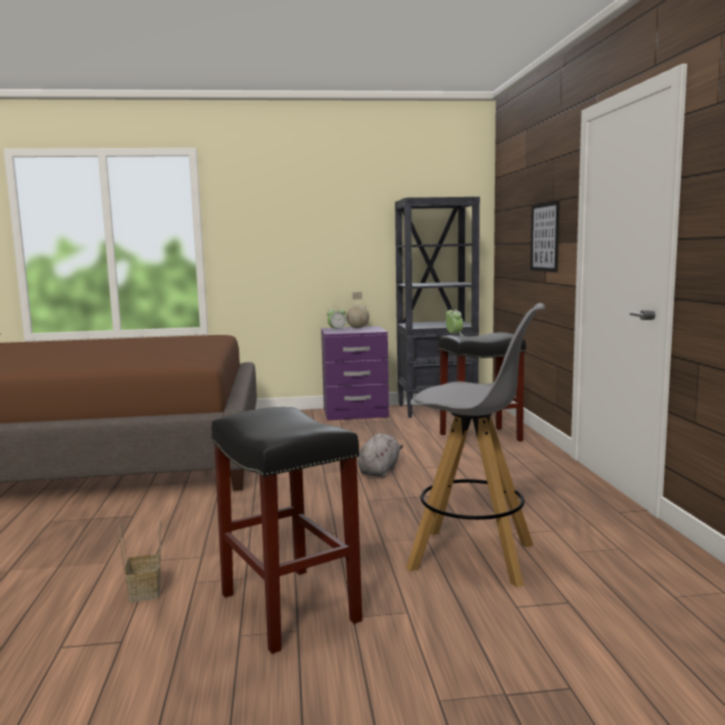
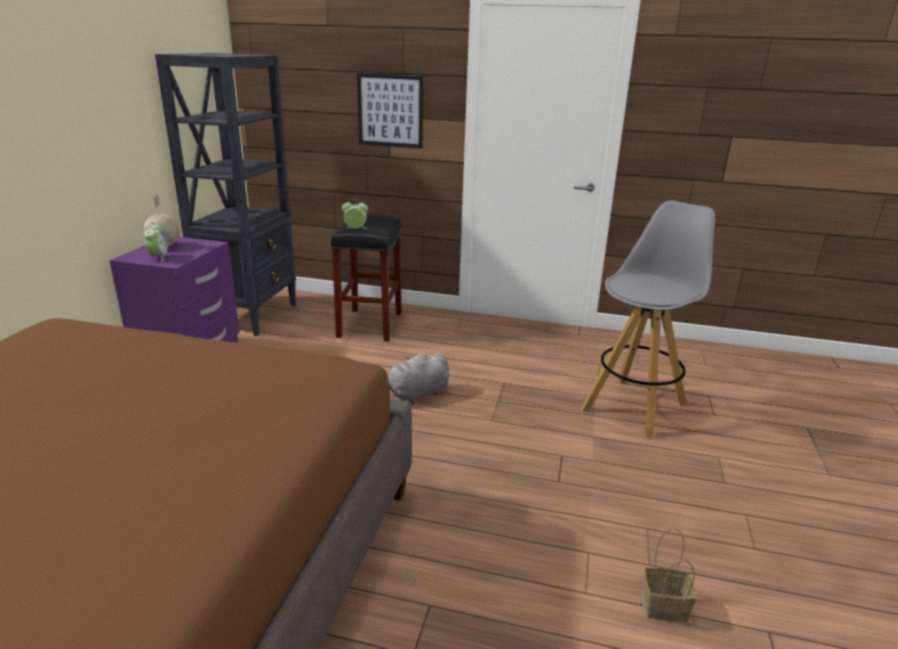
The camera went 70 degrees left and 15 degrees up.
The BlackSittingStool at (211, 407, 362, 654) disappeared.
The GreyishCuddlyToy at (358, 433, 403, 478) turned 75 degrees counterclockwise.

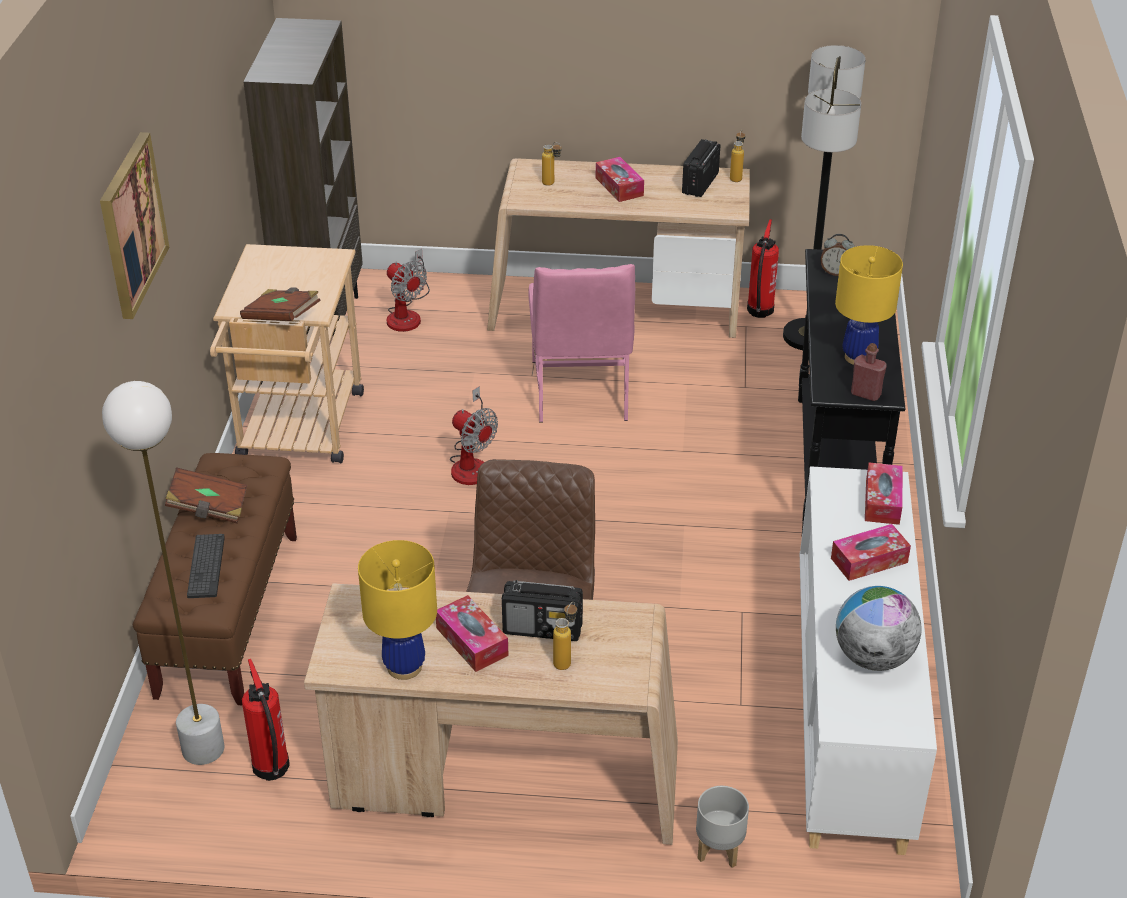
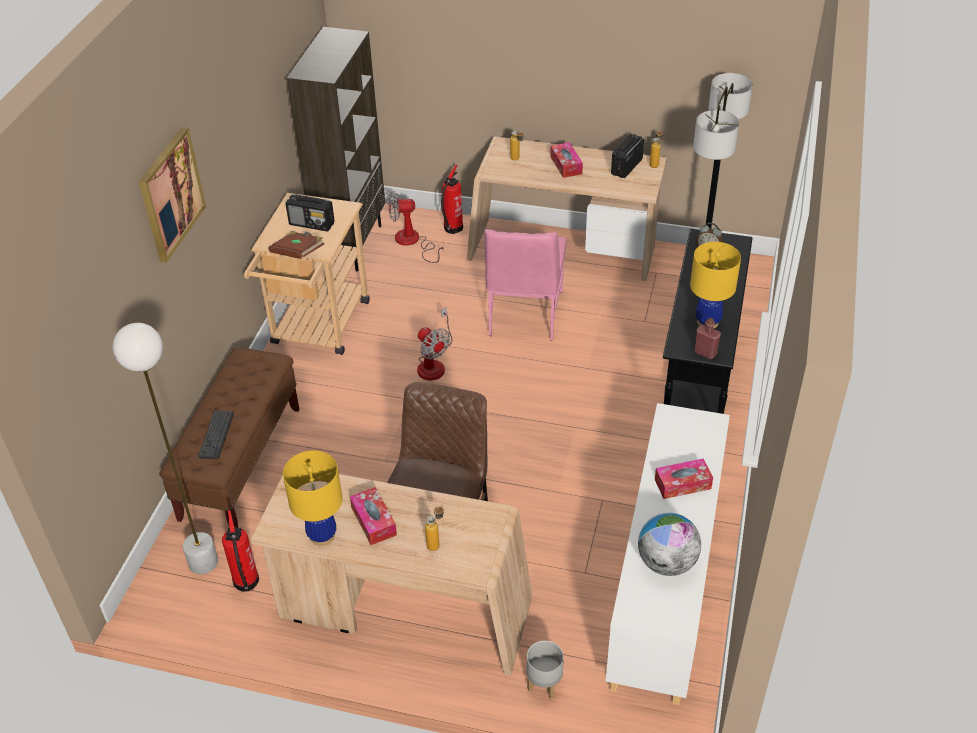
The camera went 10 degrees right and 5 degrees up.
The BrownishBook at (165, 467, 247, 523) disappeared.
The TissueBox at (865, 462, 903, 525) disappeared.
The Radio moved from (502, 580, 583, 641) to (286, 194, 335, 232).
The FireExtinguisher moved from (747, 219, 779, 318) to (441, 165, 463, 234).
The ElectricFan at (387, 249, 430, 332) turned 120 degrees clockwise.

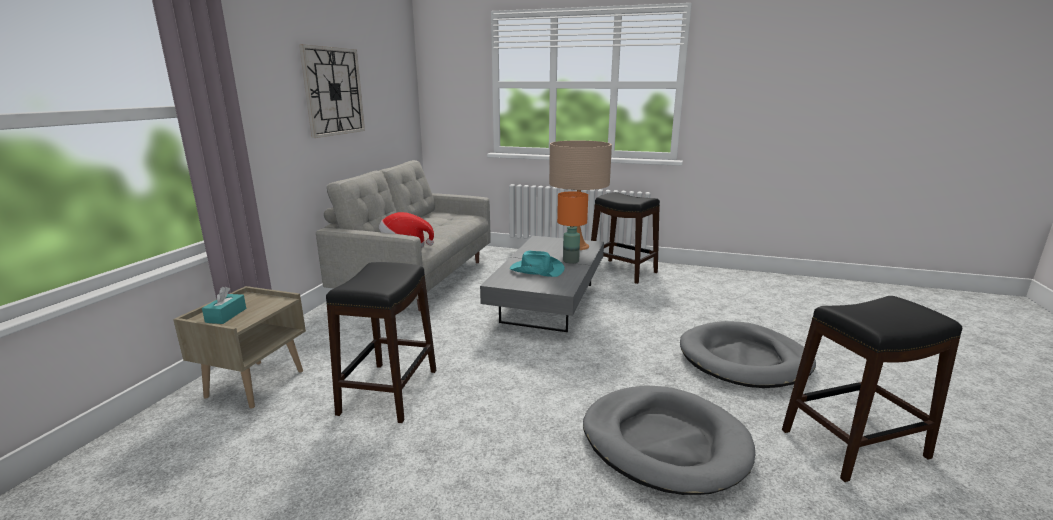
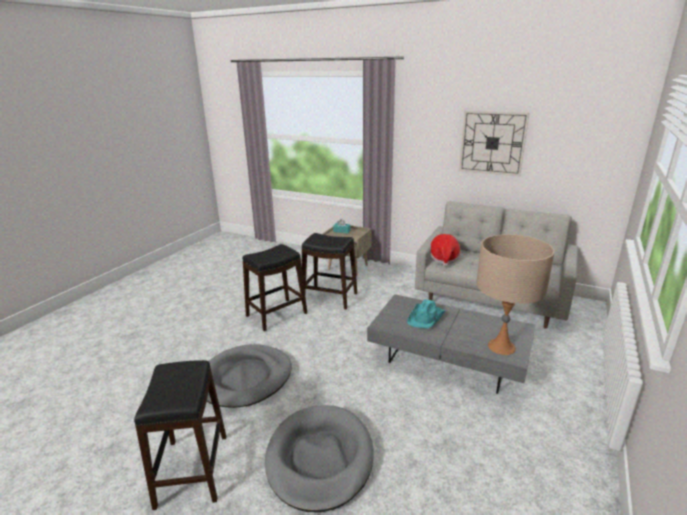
The camera went 100 degrees right and 5 degrees up.
The OrangeyTableLamp at (557, 191, 588, 264) disappeared.
The BlackSittingStool moved from (591, 192, 660, 284) to (242, 244, 307, 331).

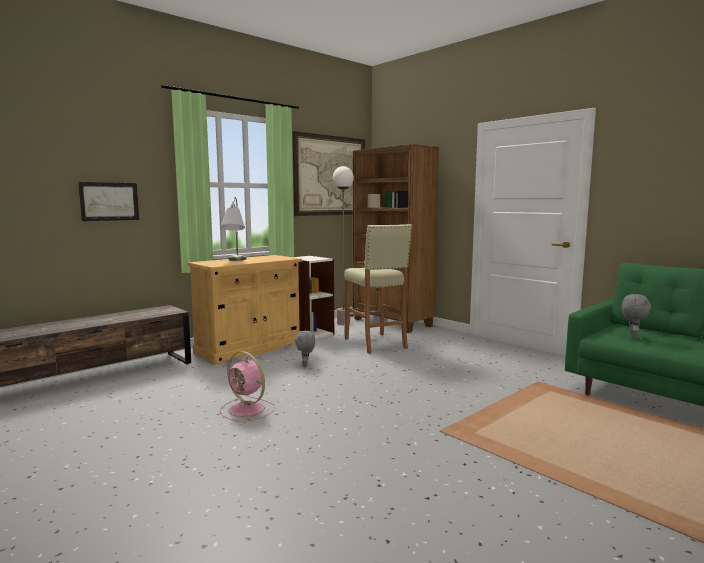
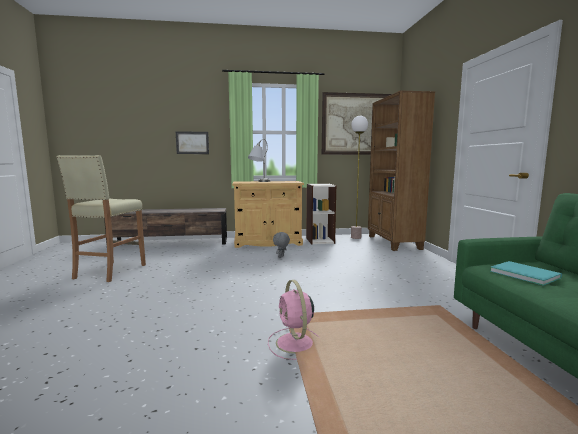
The camera went 35 degrees right and 0 degrees up.
The PinkColouredElectricFan moved from (220, 351, 276, 421) to (268, 280, 320, 360).
The BeigeColouredSittingStool moved from (344, 224, 412, 354) to (57, 155, 146, 282).
The GreyishCuddlyToy at (622, 294, 652, 339) was replaced by the BlueGreenBook at (491, 261, 562, 286).

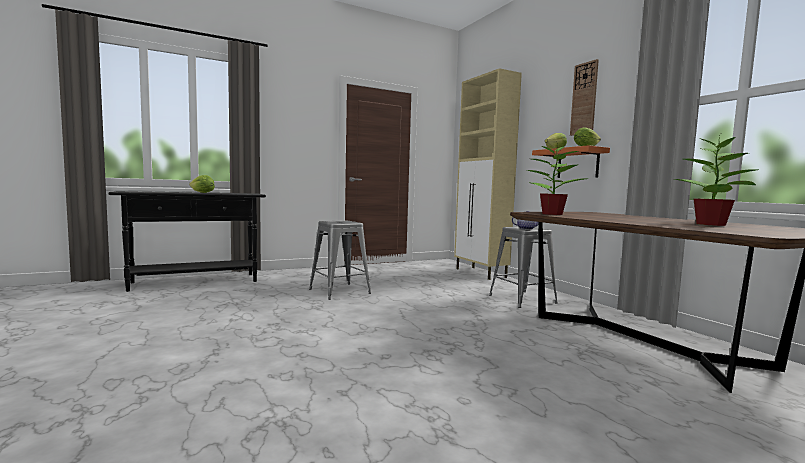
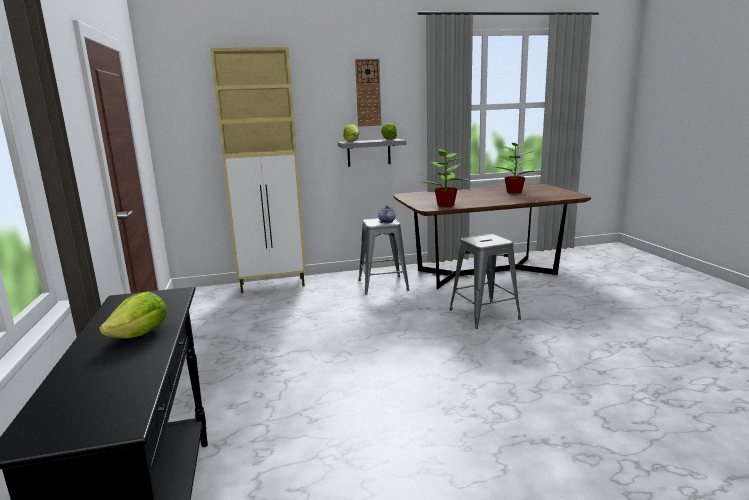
The camera went 75 degrees left and 10 degrees up.
The GreyishSittingStool moved from (309, 221, 371, 300) to (449, 234, 521, 329).
The OrangeyBracketShelf at (532, 145, 610, 178) became the GreyishBracketShelf at (338, 139, 406, 167).

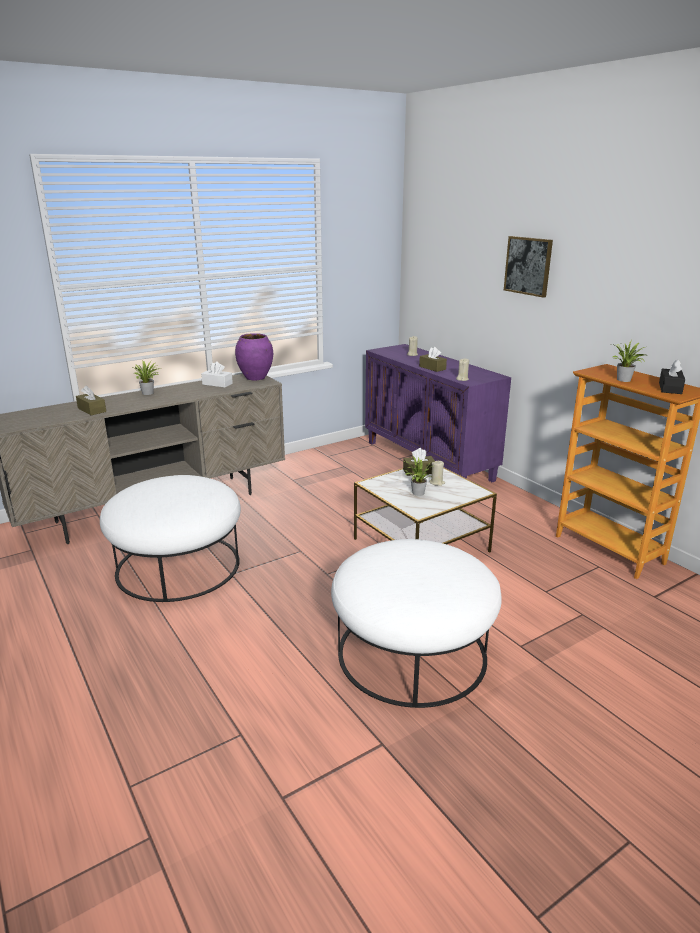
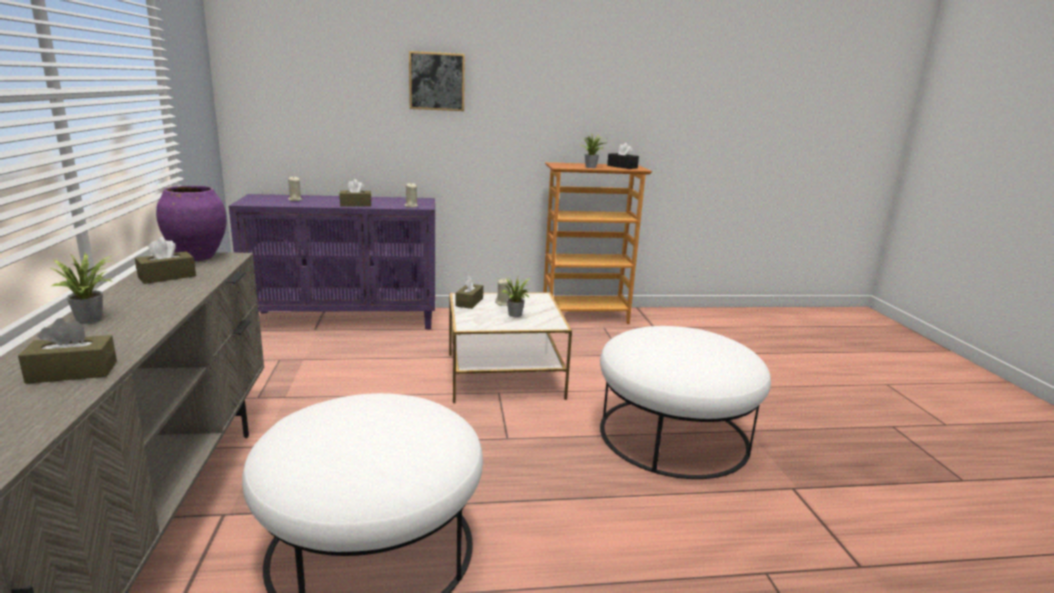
The camera went 65 degrees left and 5 degrees down.
The WhitishTissueBox at (201, 361, 233, 388) became the BrownishTissueBox at (135, 237, 196, 284).

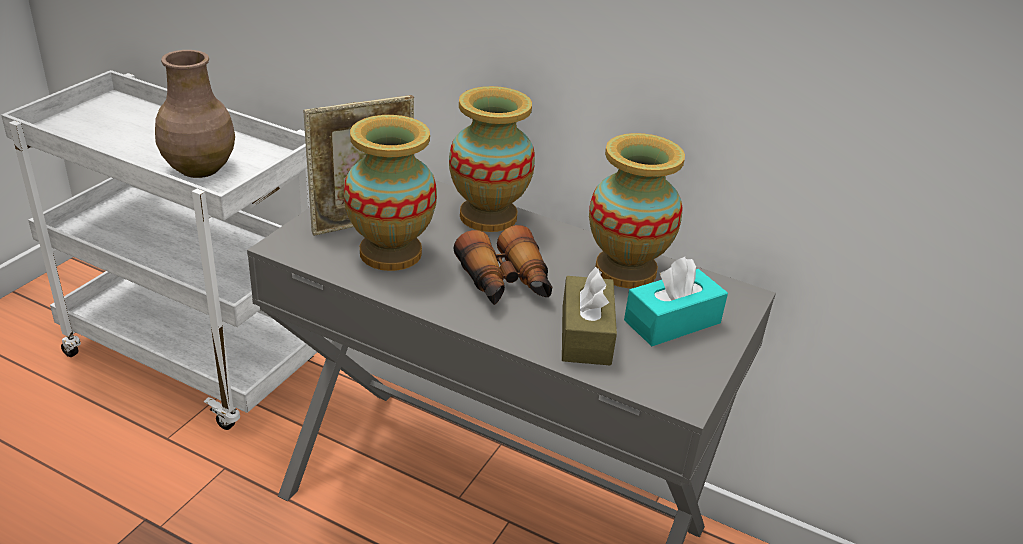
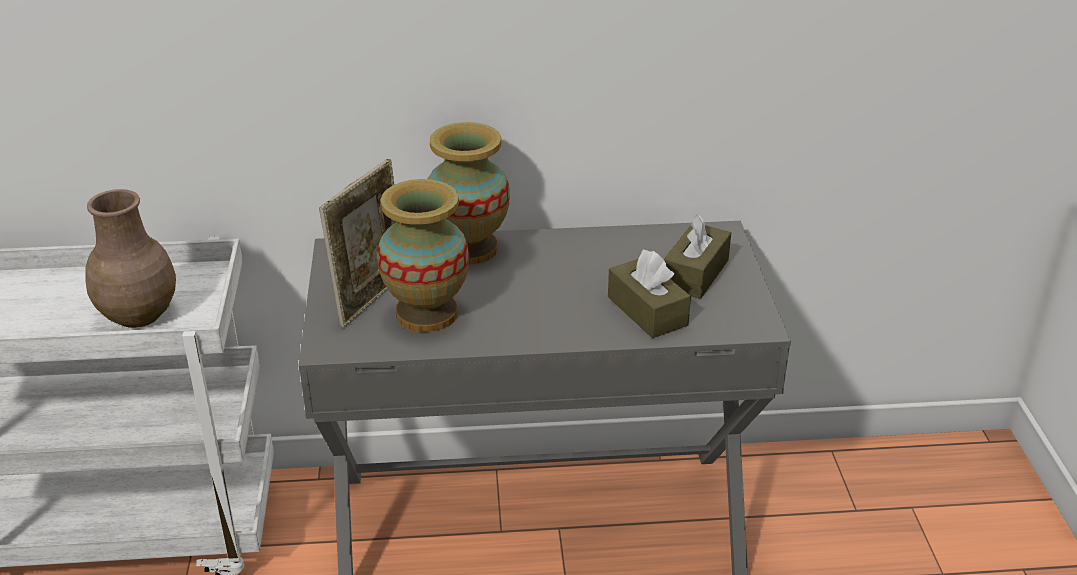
The camera went 30 degrees left and 0 degrees up.
The Binoculars at (454, 225, 552, 305) disappeared.
The DecorativeVase at (589, 133, 685, 288) disappeared.
The BlueGreenTissueBox at (624, 257, 728, 346) became the BrownishTissueBox at (664, 214, 731, 299).

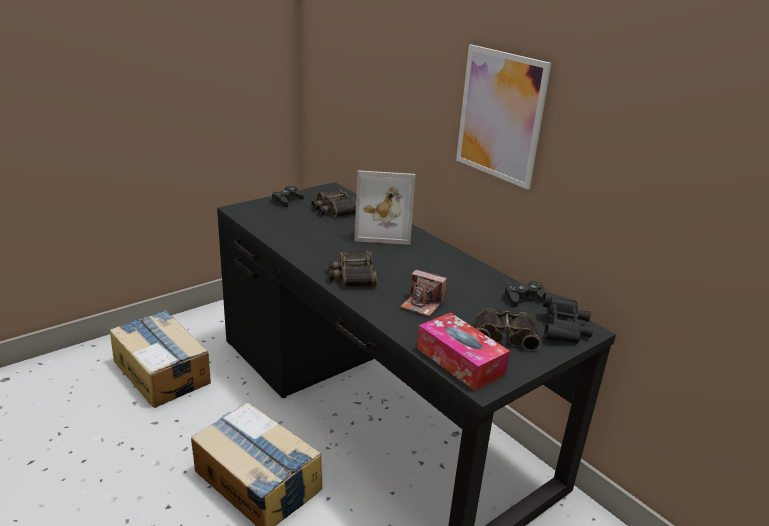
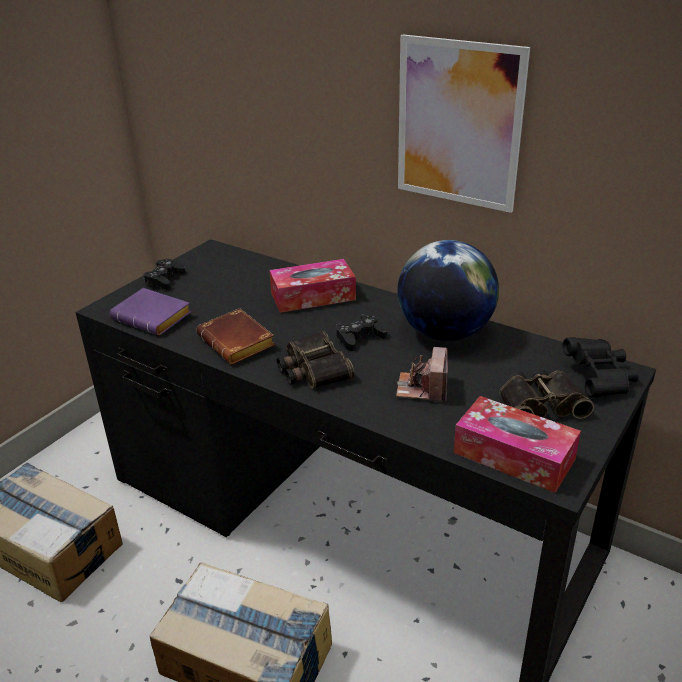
The camera went 15 degrees left and 5 degrees up.
The Binoculars at (311, 188, 356, 217) disappeared.
The PurpleBook at (110, 288, 191, 335) appeared.
The BrownishBook at (196, 308, 275, 365) appeared.
The Globe at (397, 240, 499, 341) appeared.
The BlackGameController moved from (505, 281, 546, 307) to (336, 313, 387, 351).
The StandingFrame at (354, 170, 416, 245) was replaced by the TissueBox at (270, 259, 356, 313).
The StillCamera at (400, 270, 448, 316) turned 90 degrees clockwise.

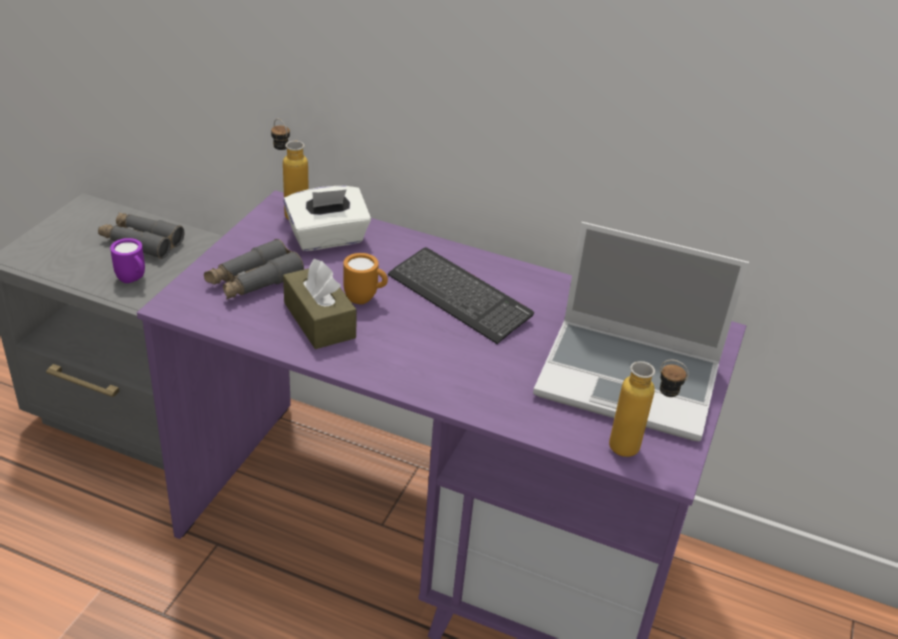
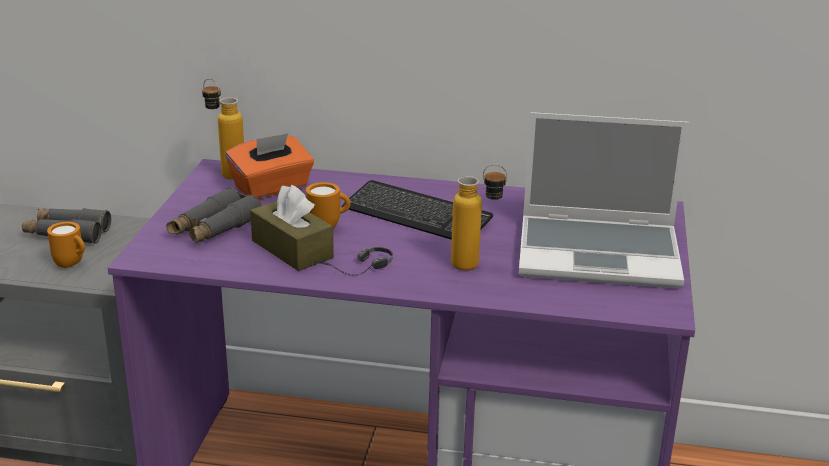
The camera went 10 degrees left and 10 degrees down.
The PairOfHeadphones at (313, 247, 393, 276) appeared.
The Bottle moved from (609, 359, 689, 457) to (451, 164, 508, 270).
The PurpleCoffeeMug at (110, 238, 145, 283) became the OrangeyCoffeeMug at (47, 222, 85, 268).
The WhitishTissueBox at (284, 186, 371, 251) became the OrangeyTissueBox at (226, 133, 314, 199).

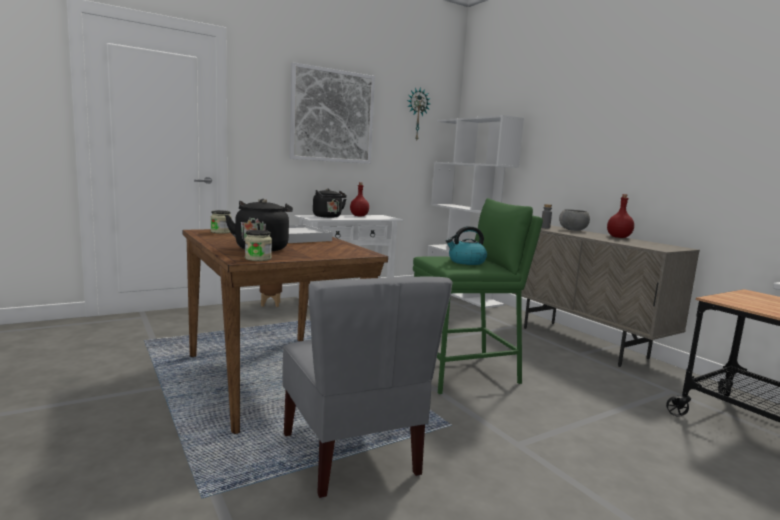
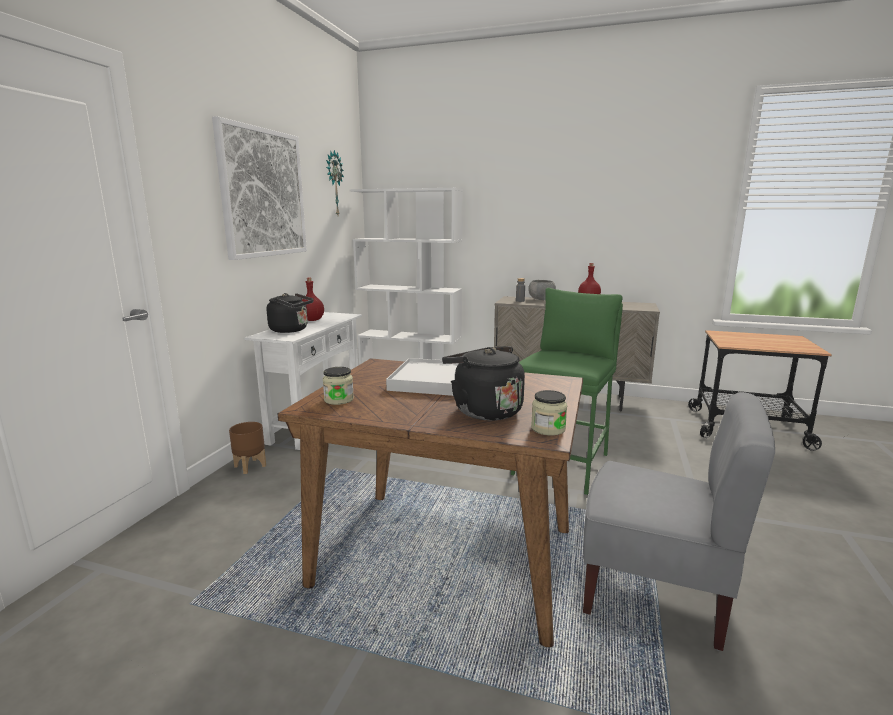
The camera went 40 degrees left and 5 degrees up.
The Kettle at (446, 226, 487, 265) disappeared.

